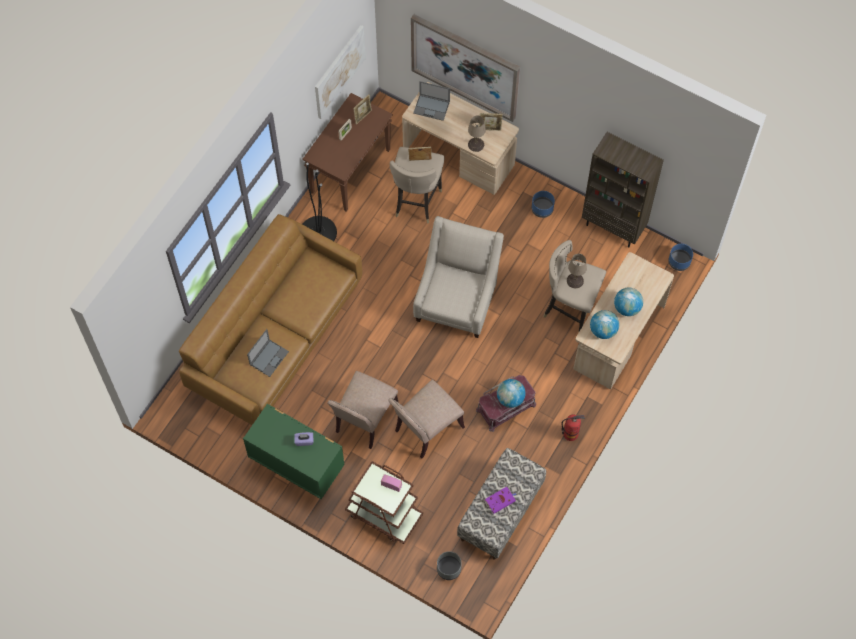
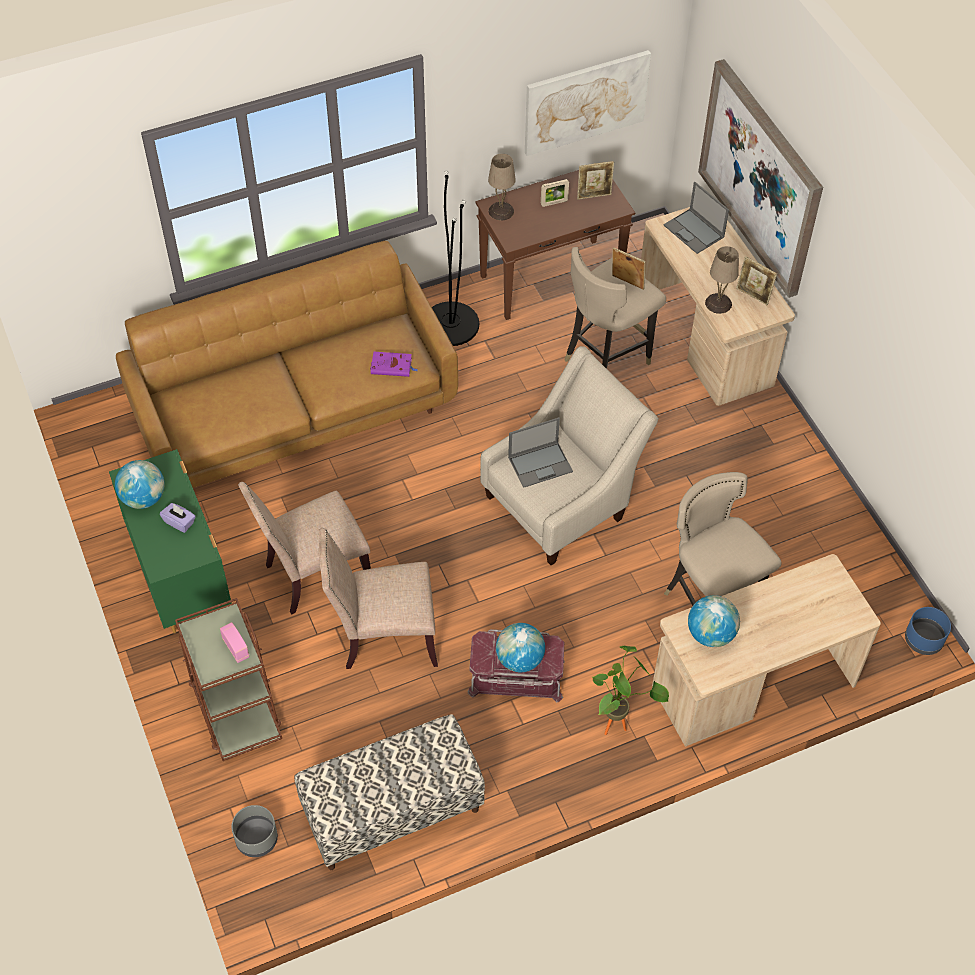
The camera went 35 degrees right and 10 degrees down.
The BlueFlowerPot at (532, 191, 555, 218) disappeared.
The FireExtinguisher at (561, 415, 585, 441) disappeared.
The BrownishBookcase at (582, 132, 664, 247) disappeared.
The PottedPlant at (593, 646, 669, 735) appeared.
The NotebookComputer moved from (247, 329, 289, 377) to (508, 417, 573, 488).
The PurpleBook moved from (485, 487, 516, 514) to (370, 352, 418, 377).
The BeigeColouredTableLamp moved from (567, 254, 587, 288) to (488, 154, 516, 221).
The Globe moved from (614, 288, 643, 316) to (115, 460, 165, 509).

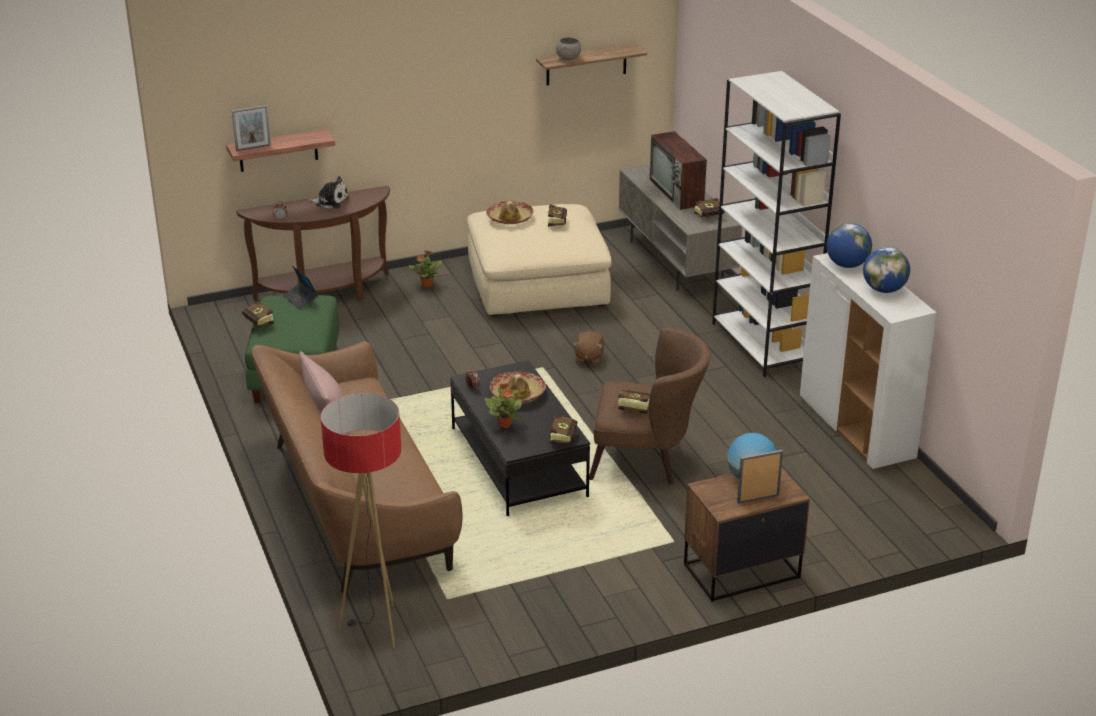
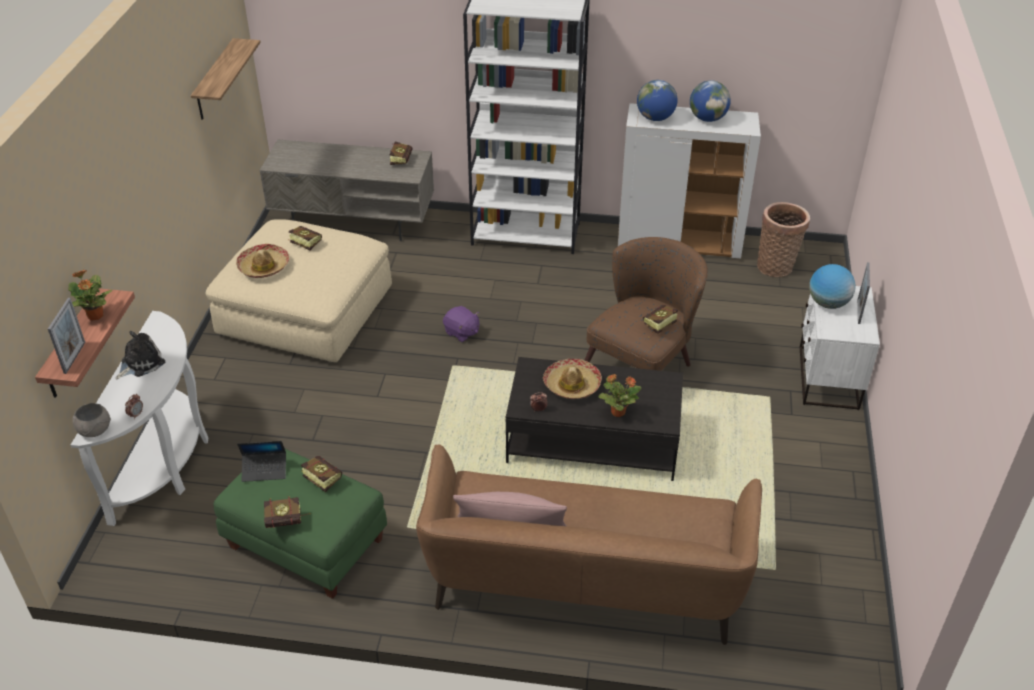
The camera went 60 degrees left and 10 degrees up.
The FloorLamp at (321, 393, 401, 648) disappeared.
The TvSet at (649, 131, 707, 210) disappeared.
The Basket at (757, 202, 810, 277) appeared.
The PottedPlant moved from (409, 250, 442, 288) to (68, 270, 112, 321).
The Book moved from (550, 414, 577, 444) to (301, 456, 342, 492).
The GreyishServingBowl moved from (556, 37, 581, 60) to (73, 403, 111, 437).
The BrownishHallTable at (236, 185, 390, 301) became the WhitishHallTable at (71, 311, 208, 526).
The BrownishCuddlyToy at (573, 331, 604, 365) became the PurpleCuddlyToy at (443, 306, 479, 342).
The BrownishNightstand at (684, 468, 810, 602) became the WhitishNightstand at (800, 286, 880, 410).

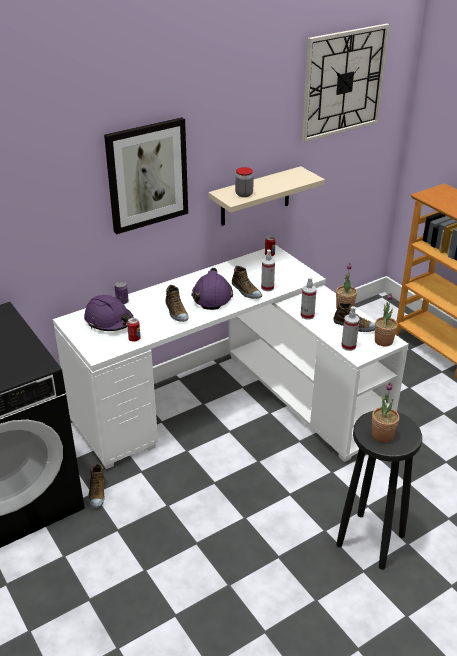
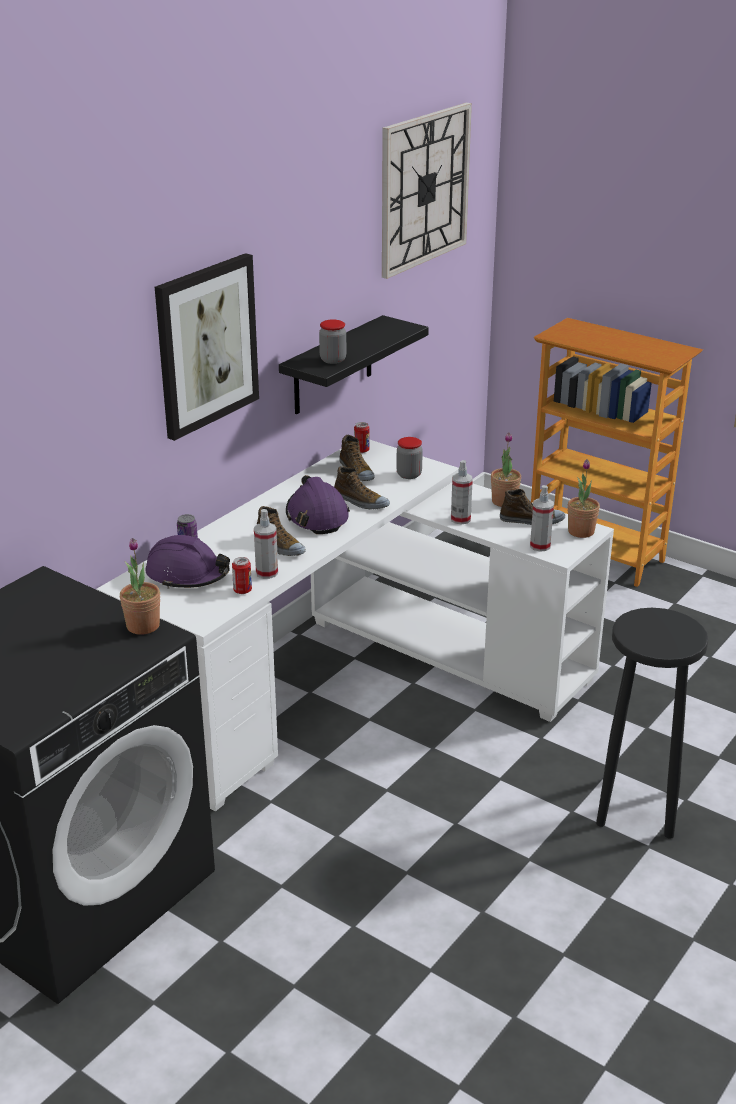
The camera went 20 degrees left and 5 degrees down.
The PreserveJar at (396, 437, 423, 479) appeared.
The Shoe moved from (88, 463, 105, 508) to (339, 435, 375, 481).
The Sprayer moved from (261, 250, 275, 291) to (254, 509, 278, 579).
The PottedPlant moved from (372, 382, 399, 443) to (120, 538, 160, 635).
The BeigeColouredBracketShelf at (208, 166, 325, 226) became the BlackBracketShelf at (279, 315, 429, 414).

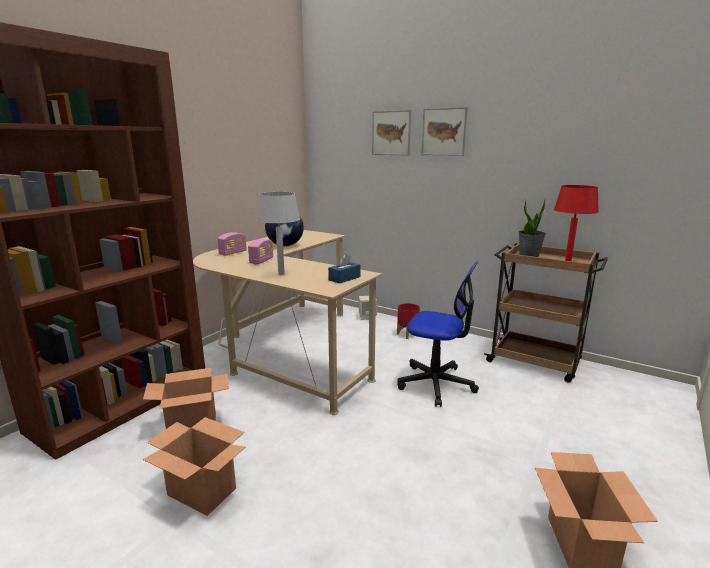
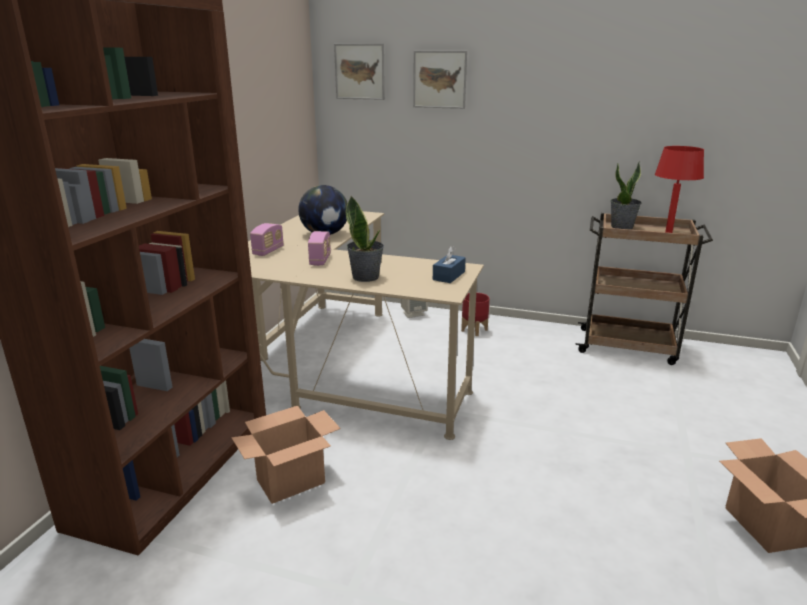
The camera went 15 degrees left and 5 degrees up.
The PackingBox at (143, 417, 246, 516) disappeared.
The OfficeChair at (397, 261, 479, 407) disappeared.
The WallArt moved from (421, 107, 468, 156) to (334, 44, 385, 100).
The GreyishTableLamp at (256, 192, 300, 275) was replaced by the PottedPlant at (346, 196, 384, 282).

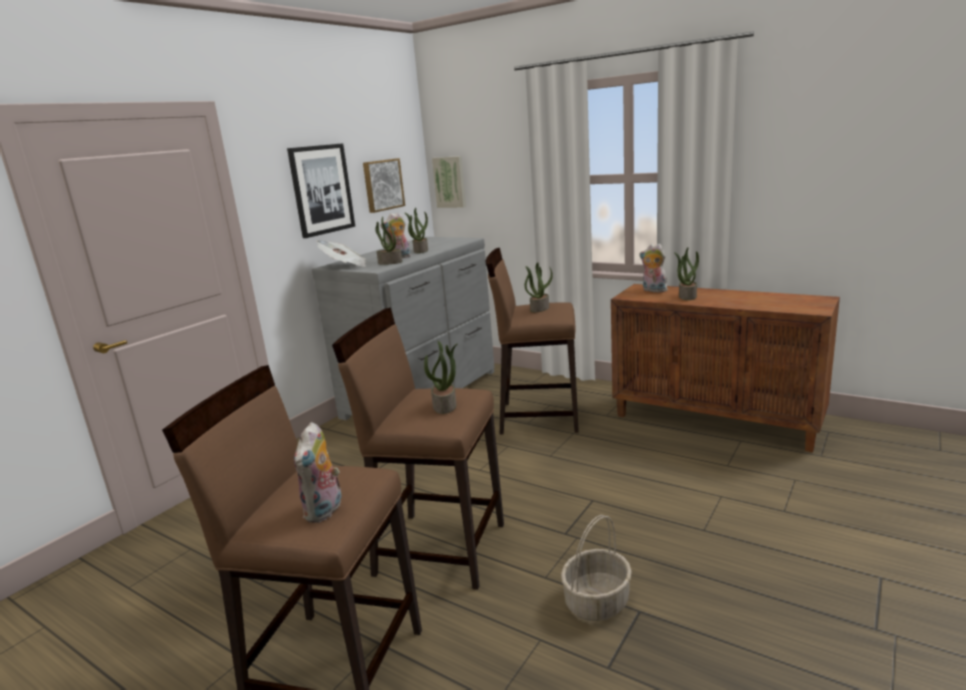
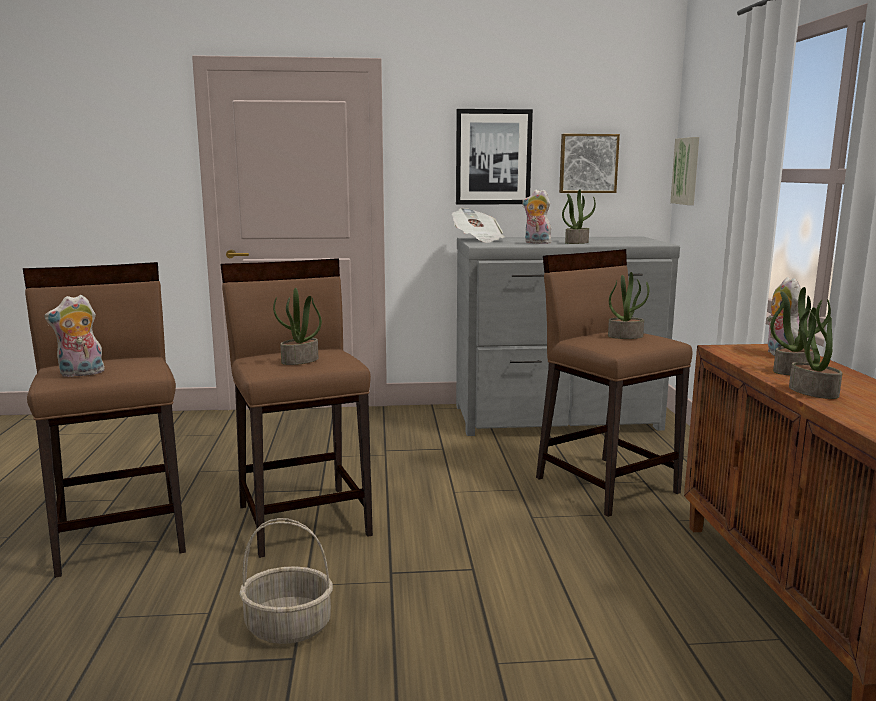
The camera went 50 degrees right and 5 degrees down.
The PottedPlant moved from (375, 217, 402, 265) to (789, 300, 842, 399).

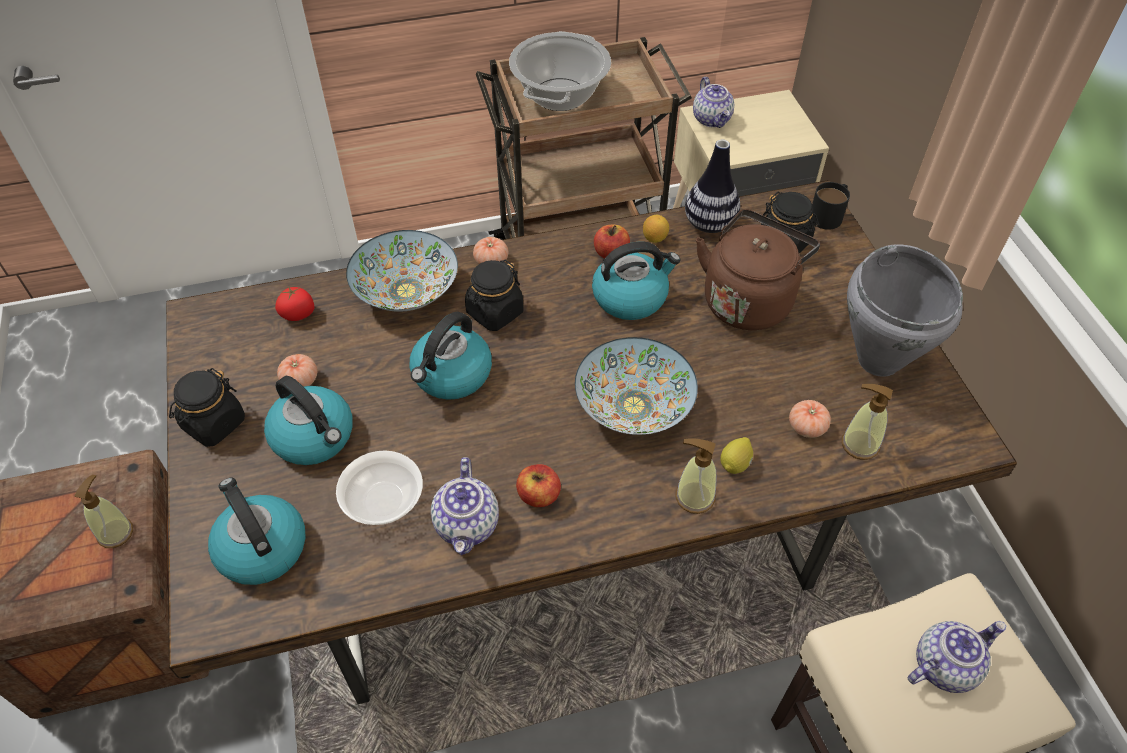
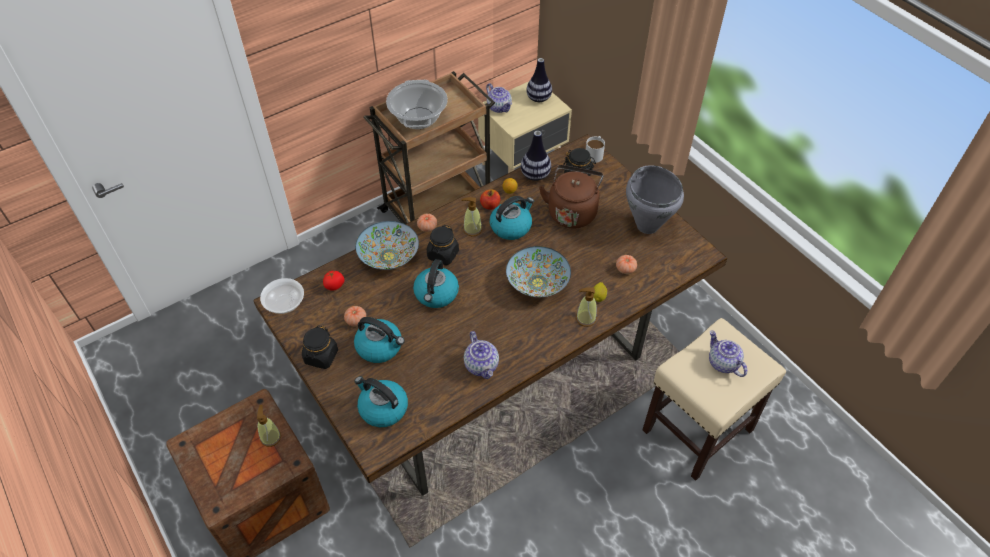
The camera went 20 degrees left and 0 degrees up.
The Apple at (516, 464, 561, 507) disappeared.
The DecorativeVase at (526, 58, 552, 102) appeared.
The ServingBowl moved from (336, 451, 423, 525) to (260, 278, 304, 314).
The SoapDispenser moved from (842, 384, 893, 460) to (461, 197, 482, 236).
The BlackCoffeeMug at (811, 182, 850, 230) became the WhitishCoffeeMug at (586, 136, 605, 163).
The TeaPot at (908, 621, 1006, 693) turned 75 degrees counterclockwise.

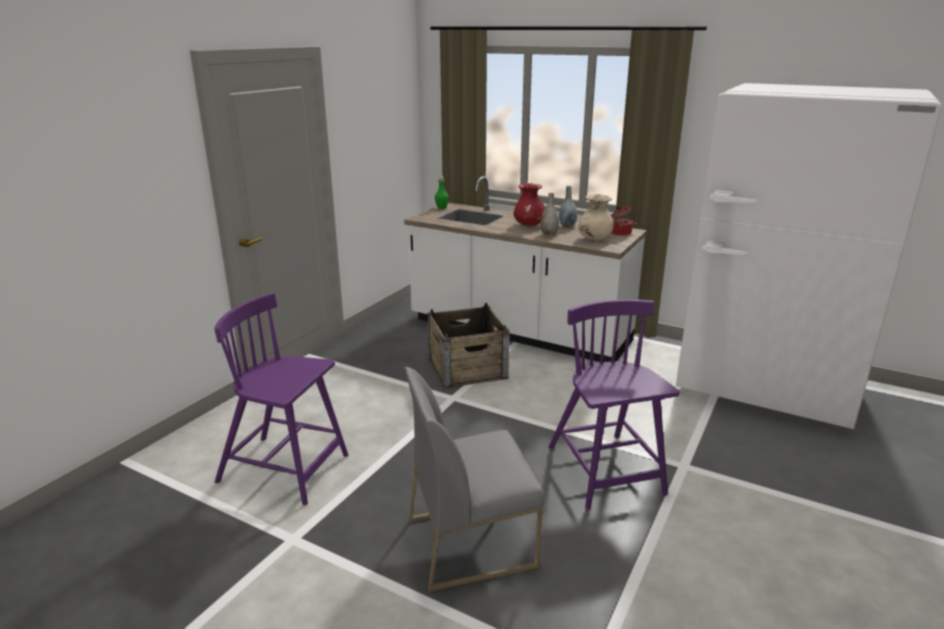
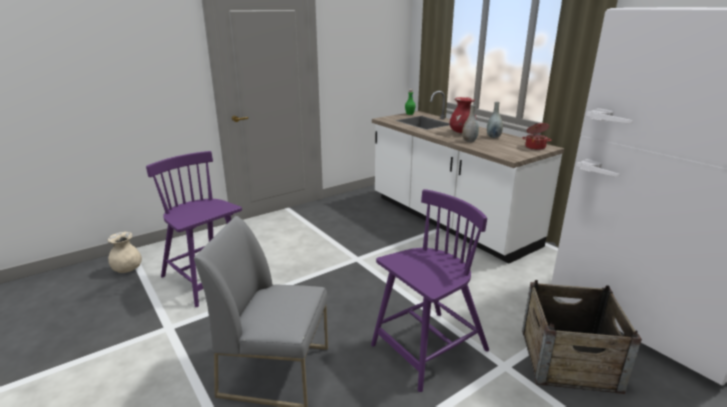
The camera went 25 degrees right and 0 degrees up.
The PackingCrate moved from (428, 303, 510, 388) to (522, 280, 642, 394).
The BeigeColouredDecorativeVase moved from (578, 194, 614, 240) to (108, 232, 142, 273).
The PurpleUprightChair at (549, 300, 680, 510) turned 45 degrees clockwise.

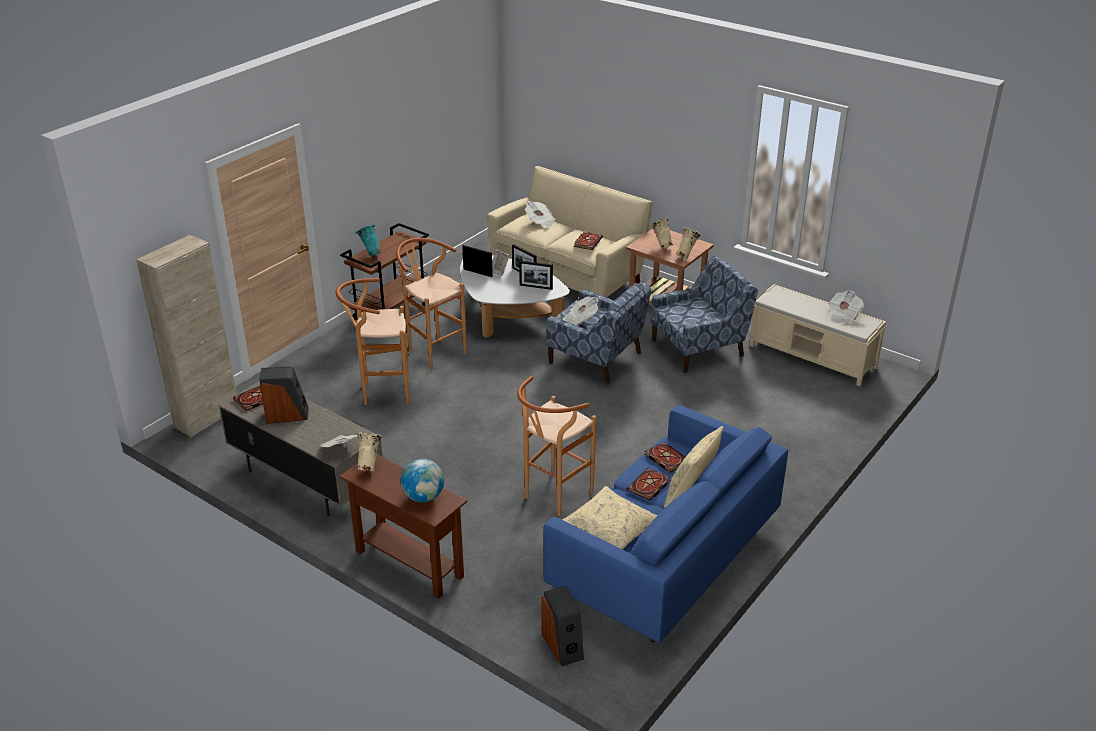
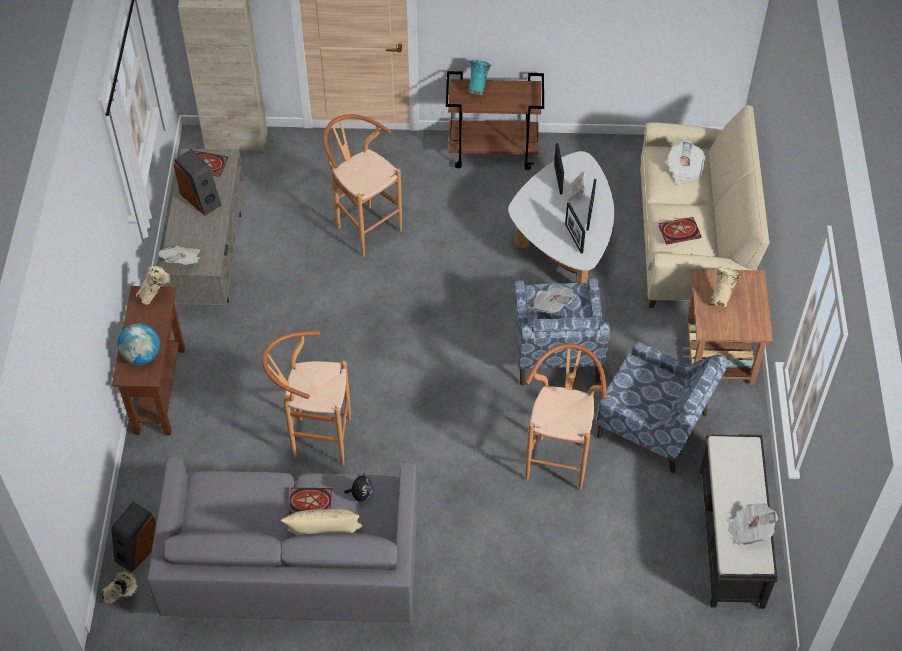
The camera went 55 degrees right and 20 degrees up.
The BeigeColouredThrowPillow at (562, 486, 658, 550) disappeared.
The BrownishSittingStool moved from (396, 238, 466, 370) to (525, 344, 607, 491).
The BeigeColouredDecorativeVase moved from (676, 227, 701, 259) to (101, 572, 138, 604).
The Book at (645, 442, 685, 473) was replaced by the CuddlyToy at (344, 472, 372, 502).
The BlueSofa at (543, 405, 788, 643) became the GreyishSofa at (147, 456, 417, 623).
The BeigeColouredBench at (749, 284, 887, 386) became the BlackBench at (700, 434, 778, 609).

